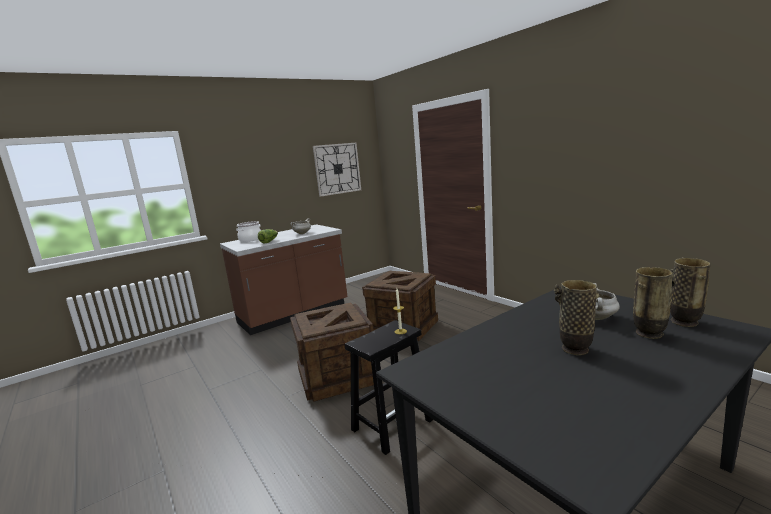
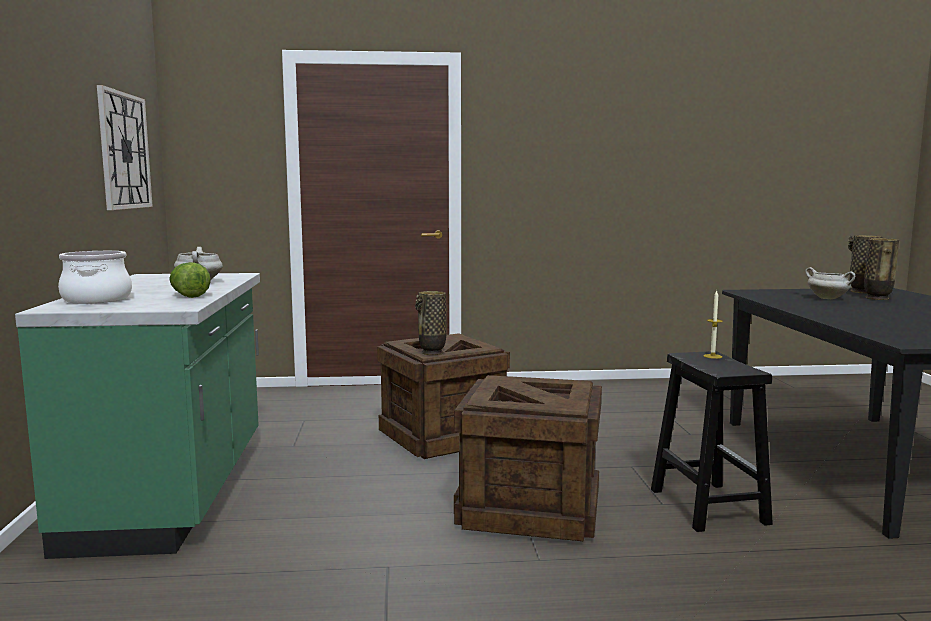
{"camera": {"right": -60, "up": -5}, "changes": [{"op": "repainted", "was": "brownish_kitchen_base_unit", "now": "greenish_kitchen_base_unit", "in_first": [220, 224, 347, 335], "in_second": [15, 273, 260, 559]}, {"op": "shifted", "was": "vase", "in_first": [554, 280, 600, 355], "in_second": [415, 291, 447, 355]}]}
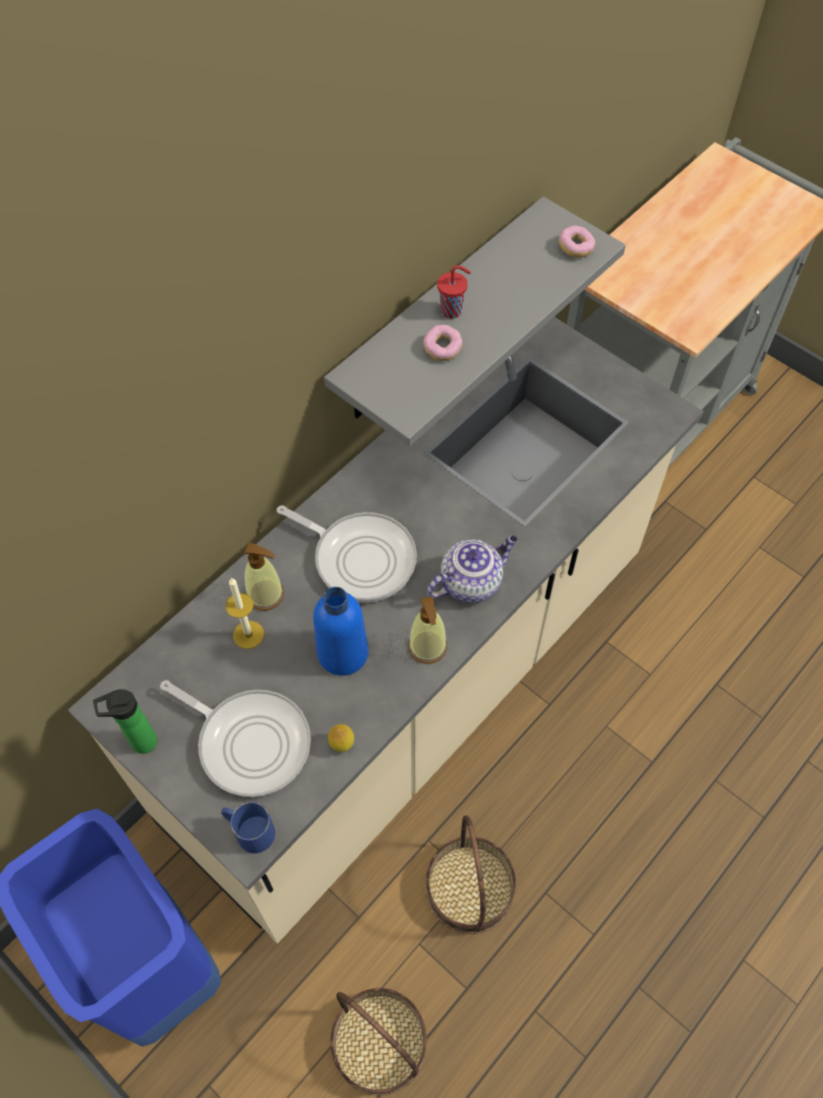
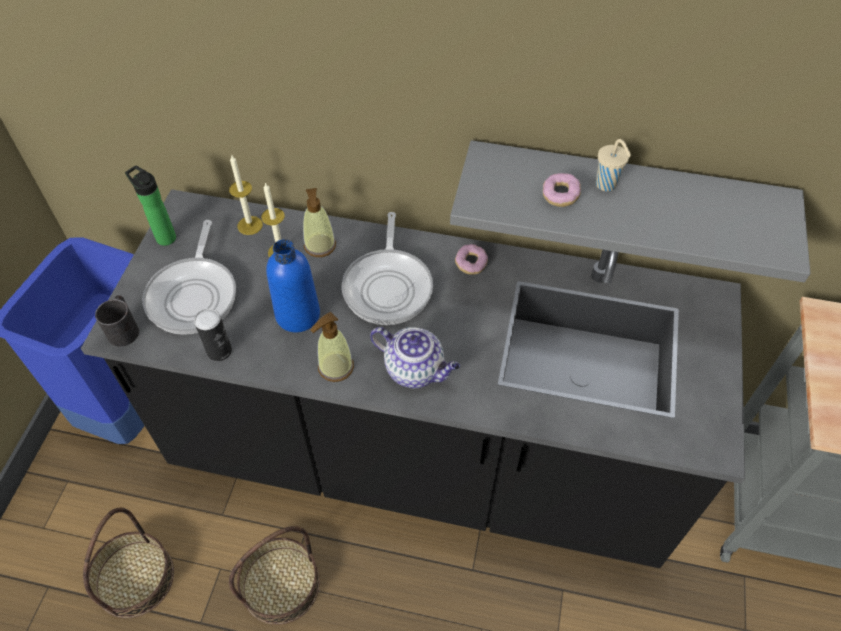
{"camera": {"right": 60, "up": -5}, "changes": [{"op": "repainted", "was": "sand-coloured_kitchen_base_unit", "now": "black_kitchen_base_unit", "in_first": [68, 317, 704, 944], "in_second": [81, 189, 745, 568]}, {"op": "repainted", "was": "blue_mug", "now": "black_mug", "in_first": [221, 802, 275, 853], "in_second": [95, 295, 139, 347]}, {"op": "swapped", "was": "citrus_fruit", "now": "can", "in_first": [328, 724, 354, 752], "in_second": [194, 309, 232, 361]}, {"op": "new", "now": "candle", "in_second": [229, 154, 263, 235]}, {"op": "shifted", "was": "ring_doughnut", "in_first": [559, 225, 595, 258], "in_second": [455, 244, 488, 275]}, {"op": "repainted", "was": "red_small_cup", "now": "sand-coloured_small_cup", "in_first": [437, 265, 471, 319], "in_second": [596, 139, 631, 191]}]}
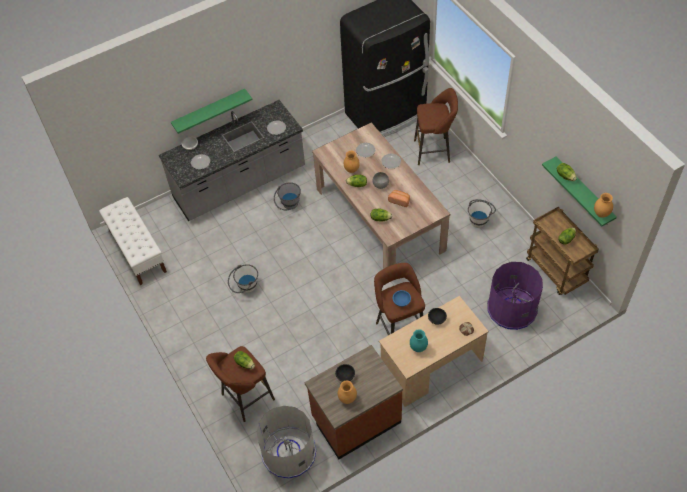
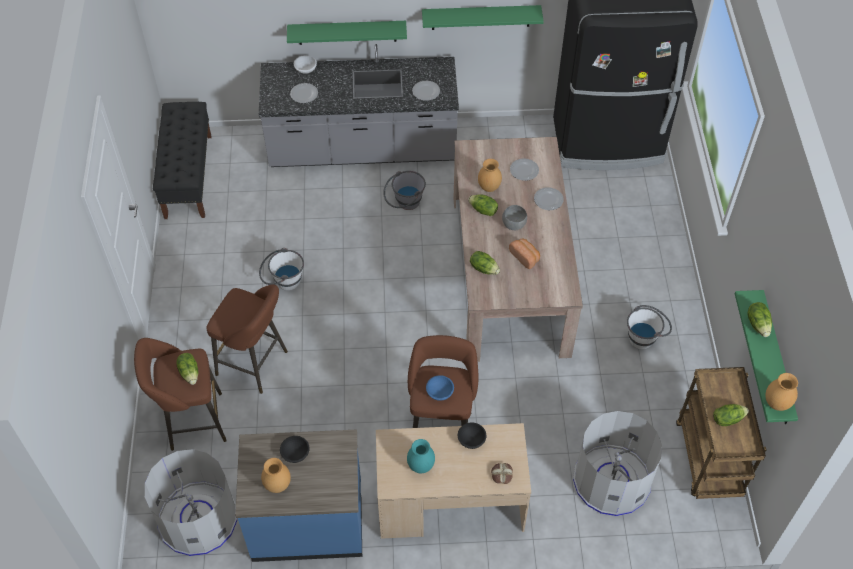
{"camera": {"right": 25, "up": 0}, "changes": [{"op": "repainted", "was": "white-coloured_indoor_bench", "now": "black_indoor_bench", "in_first": [99, 197, 167, 285], "in_second": [153, 102, 212, 219]}, {"op": "shifted", "was": "brownish_sitting_stool", "in_first": [414, 88, 458, 165], "in_second": [207, 285, 288, 394]}, {"op": "repainted", "was": "brownish_kitchen_base_unit", "now": "blue_kitchen_base_unit", "in_first": [304, 345, 403, 459], "in_second": [235, 430, 362, 562]}, {"op": "new", "now": "greenish_wall_shelf", "in_second": [422, 5, 544, 30]}, {"op": "repainted", "was": "purple_waste_bin", "now": "grey_waste_bin", "in_first": [487, 262, 543, 330], "in_second": [573, 411, 662, 516]}]}
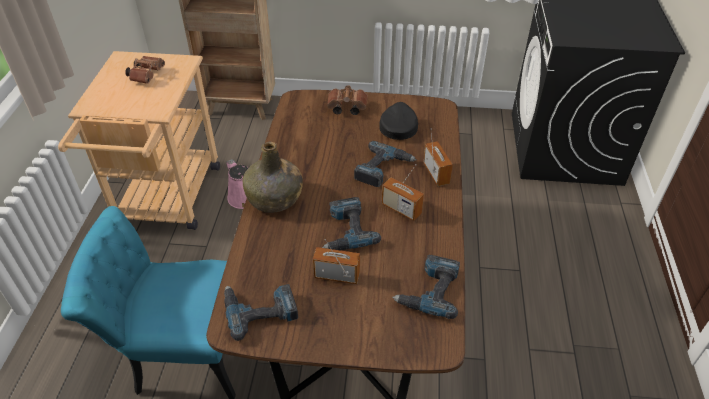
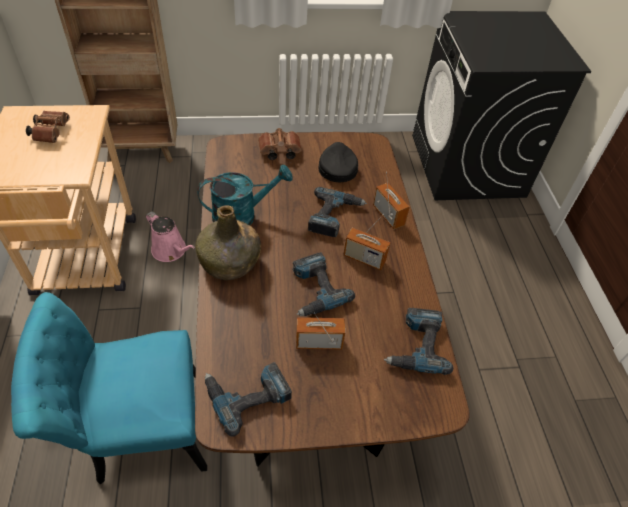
{"camera": {"right": -15, "up": 5}, "changes": [{"op": "new", "now": "turquoise-coloured_sprinkling_can", "in_second": [197, 164, 293, 225]}]}
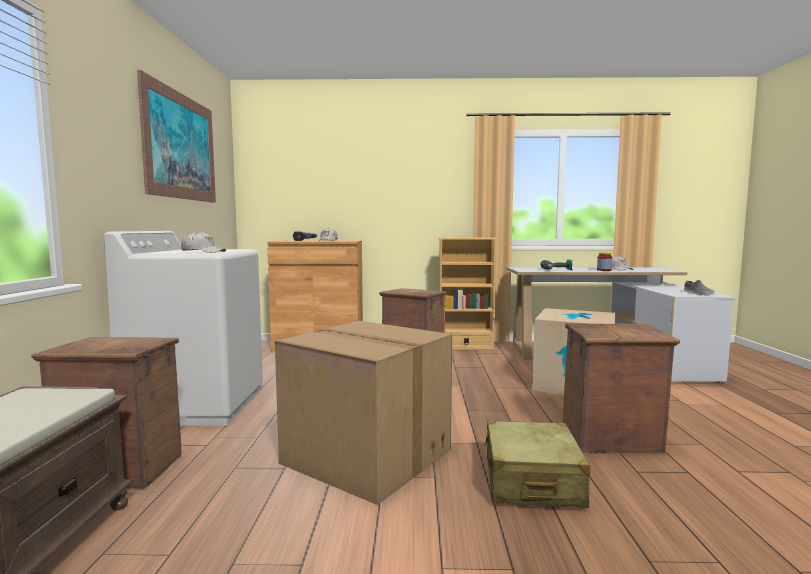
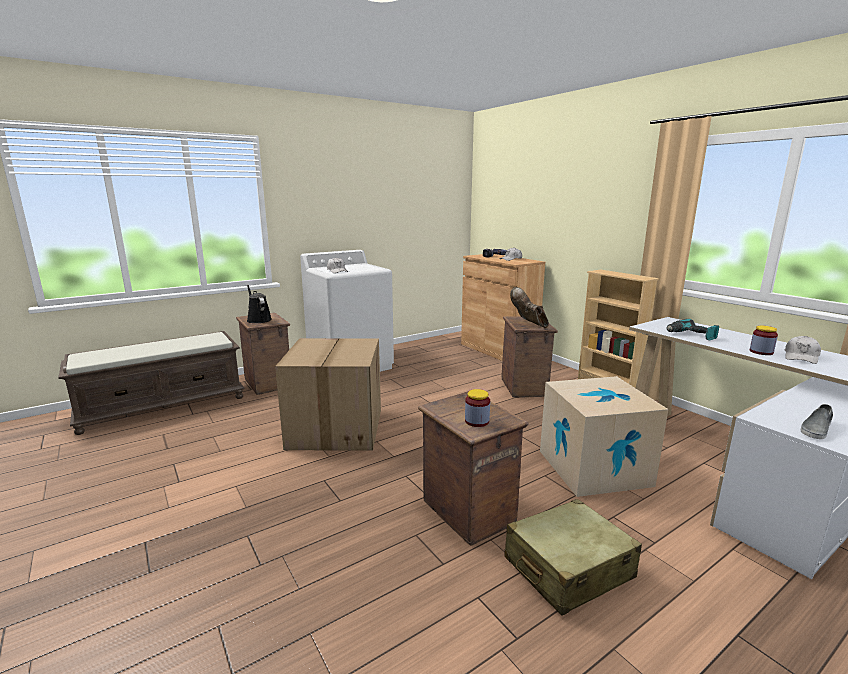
{"camera": {"right": 55, "up": 10}, "changes": [{"op": "new", "now": "black_sprinkling_can", "in_second": [247, 285, 272, 323]}, {"op": "new", "now": "preserve_jar", "in_second": [465, 389, 490, 427]}, {"op": "shifted", "was": "sand-coloured_suitcase", "in_first": [484, 421, 590, 508], "in_second": [504, 499, 642, 616]}, {"op": "new", "now": "brownish_boot", "in_second": [510, 287, 549, 328]}, {"op": "gone", "was": "picture", "in_first": [137, 70, 216, 203]}]}
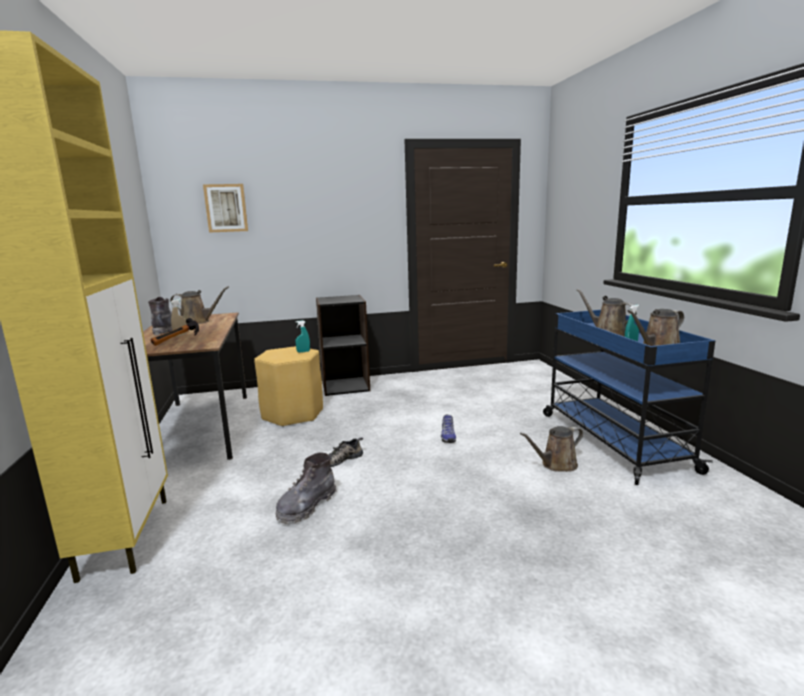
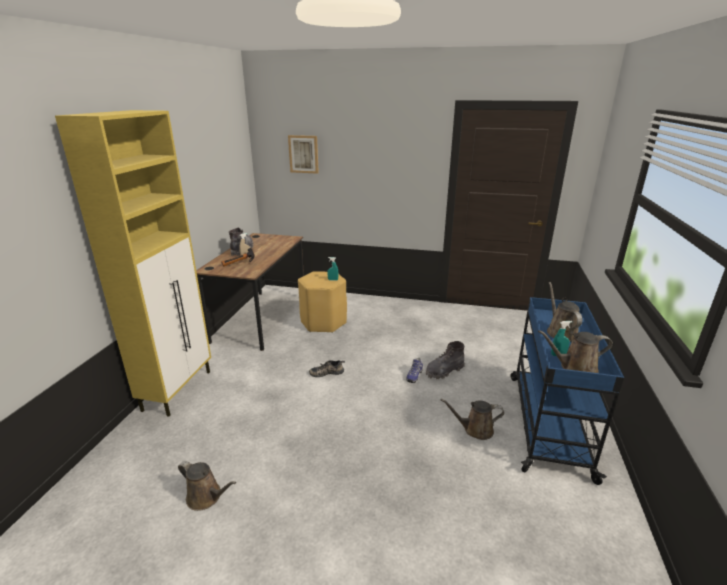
{"camera": {"right": 25, "up": 10}, "changes": [{"op": "shifted", "was": "brownish_sprinkling_can", "in_first": [170, 286, 229, 325], "in_second": [178, 461, 236, 511]}, {"op": "shifted", "was": "grey_boot", "in_first": [275, 452, 337, 524], "in_second": [426, 341, 465, 379]}, {"op": "gone", "was": "black_bookshelf", "in_first": [316, 295, 370, 396]}]}
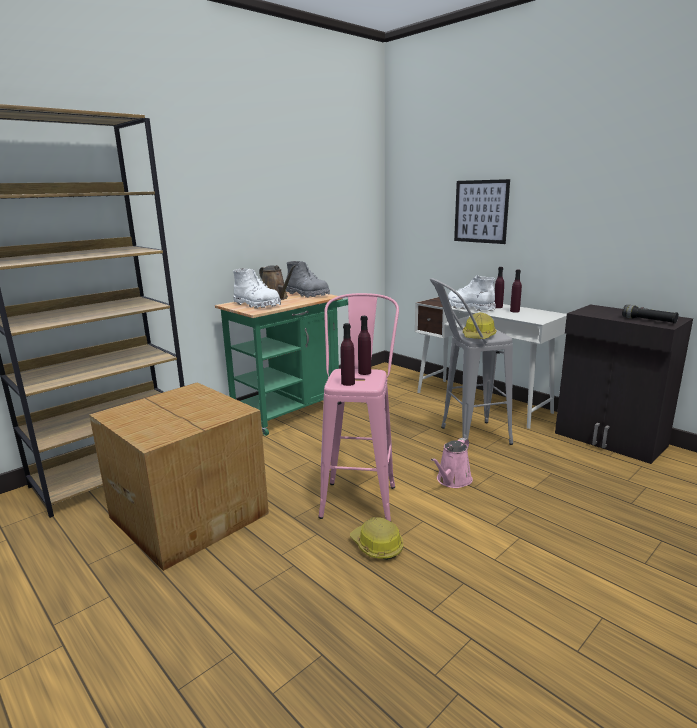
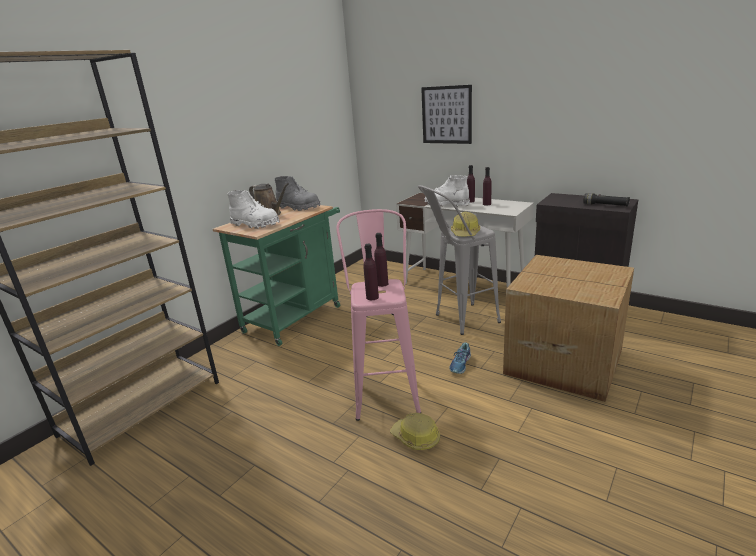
{"camera": {"right": -10, "up": 5}, "changes": [{"op": "swapped", "was": "pink-coloured_sprinkling_can", "now": "item_of_footwear", "in_first": [431, 438, 473, 488], "in_second": [449, 343, 471, 374]}, {"op": "shifted", "was": "packing_box", "in_first": [89, 382, 269, 571], "in_second": [503, 255, 634, 402]}]}
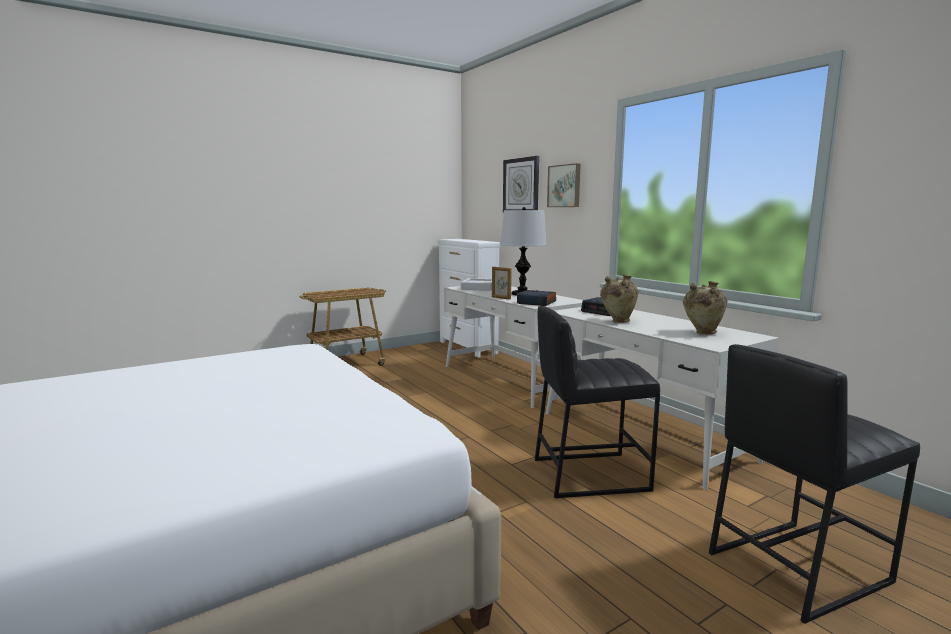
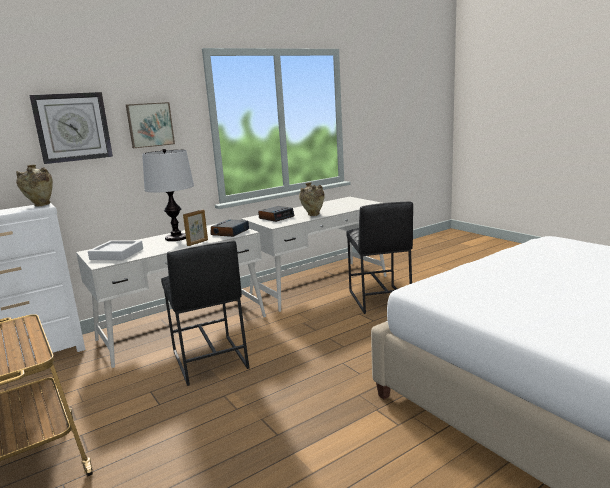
{"camera": {"right": -90, "up": 5}, "changes": [{"op": "shifted", "was": "sand-coloured_vase", "in_first": [683, 281, 727, 335], "in_second": [16, 164, 53, 207]}, {"op": "shifted", "was": "black_sitting_stool", "in_first": [709, 344, 920, 624], "in_second": [161, 240, 249, 386]}]}
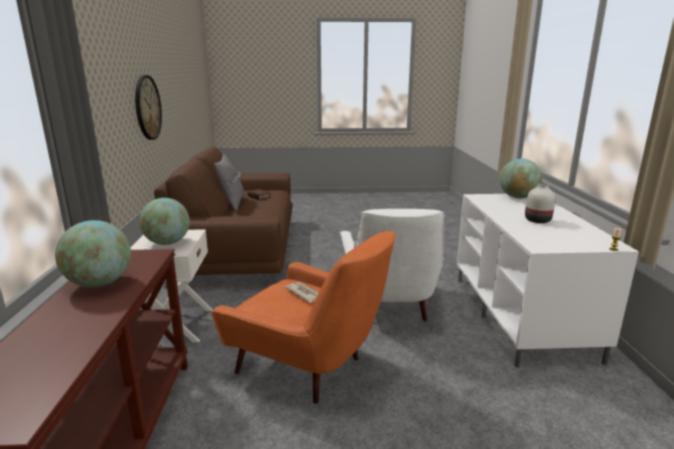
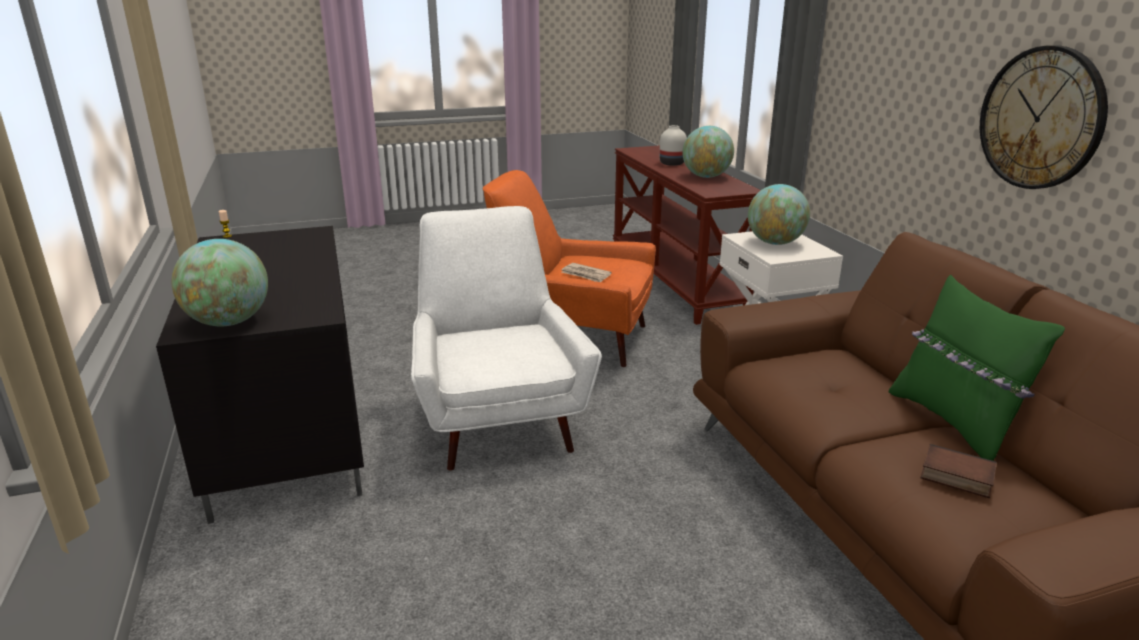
{"camera": {"right": 165, "up": 5}, "changes": [{"op": "repainted", "was": "white-coloured_tv_unit", "now": "black_tv_unit", "in_first": [457, 194, 639, 368], "in_second": [156, 226, 364, 524]}, {"op": "shifted", "was": "white-coloured_vase", "in_first": [525, 184, 556, 223], "in_second": [659, 125, 687, 166]}, {"op": "repainted", "was": "grey_throw_pillow", "now": "greenish_throw_pillow", "in_first": [214, 154, 245, 211], "in_second": [889, 275, 1065, 461]}]}
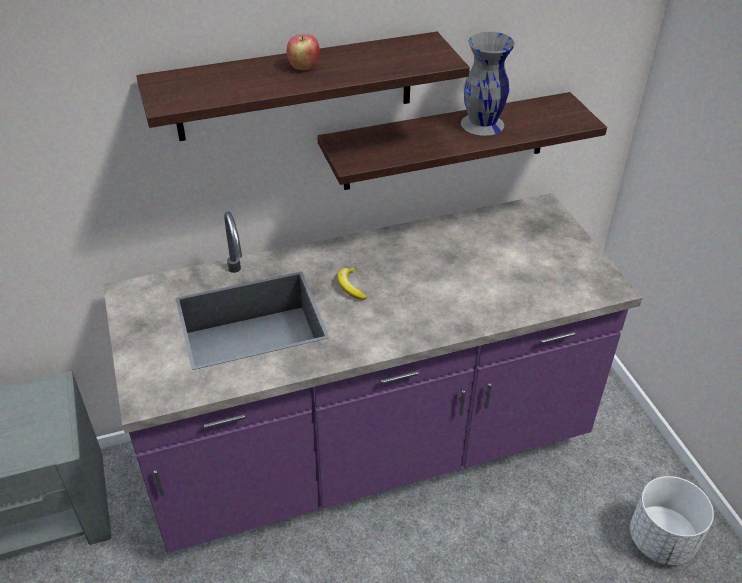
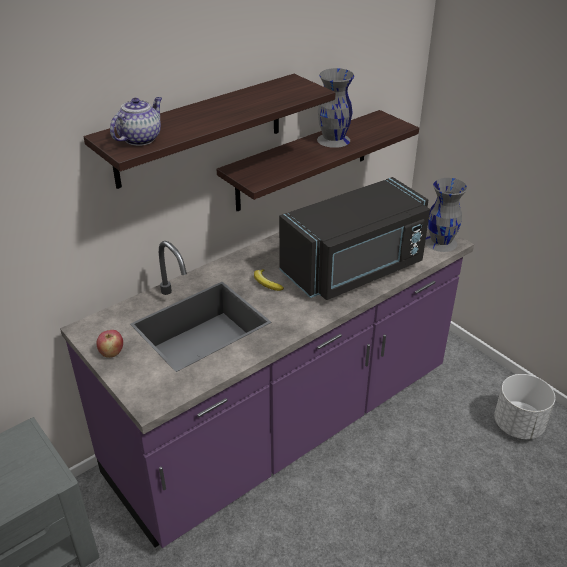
{"camera": {"right": -20, "up": -5}, "changes": [{"op": "shifted", "was": "whole_apple", "in_first": [287, 34, 320, 70], "in_second": [97, 330, 123, 358]}, {"op": "new", "now": "tea_pot", "in_second": [110, 97, 162, 146]}, {"op": "new", "now": "black_microwave", "in_second": [279, 177, 430, 300]}, {"op": "new", "now": "grey_vase", "in_second": [425, 178, 467, 252]}]}
